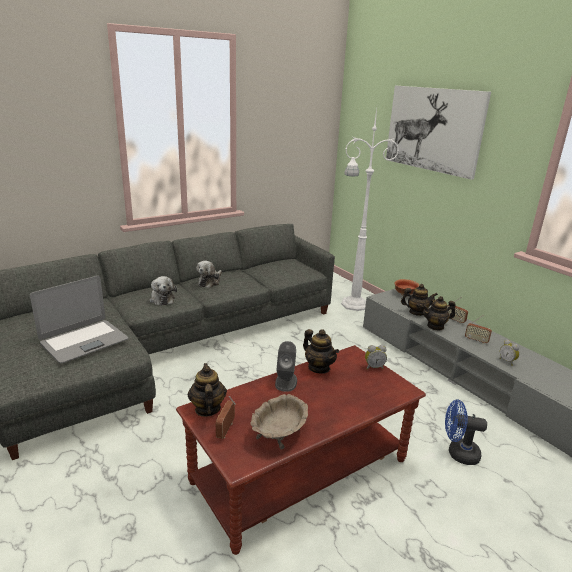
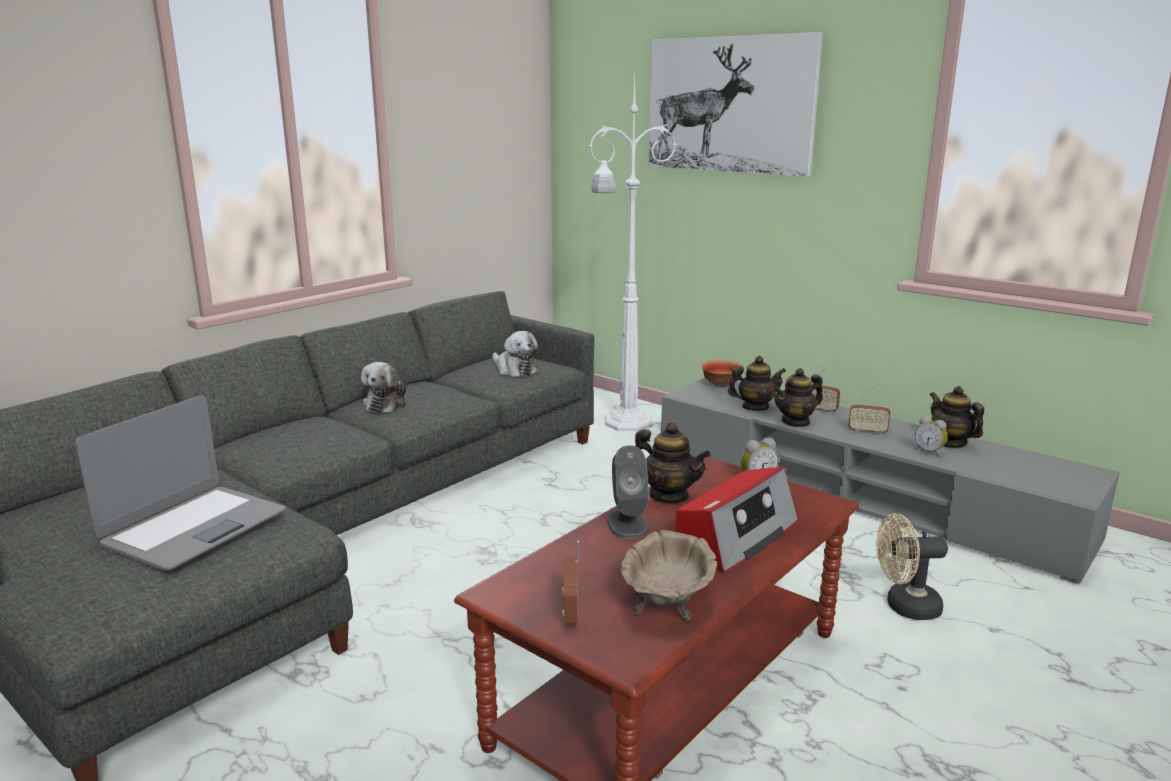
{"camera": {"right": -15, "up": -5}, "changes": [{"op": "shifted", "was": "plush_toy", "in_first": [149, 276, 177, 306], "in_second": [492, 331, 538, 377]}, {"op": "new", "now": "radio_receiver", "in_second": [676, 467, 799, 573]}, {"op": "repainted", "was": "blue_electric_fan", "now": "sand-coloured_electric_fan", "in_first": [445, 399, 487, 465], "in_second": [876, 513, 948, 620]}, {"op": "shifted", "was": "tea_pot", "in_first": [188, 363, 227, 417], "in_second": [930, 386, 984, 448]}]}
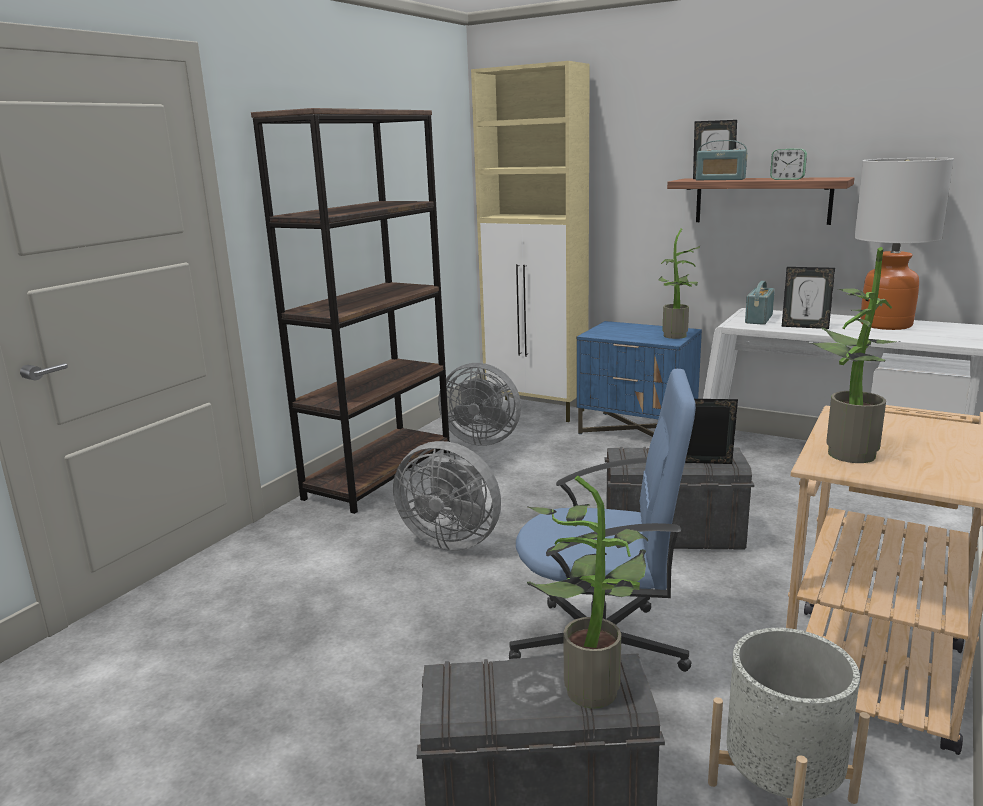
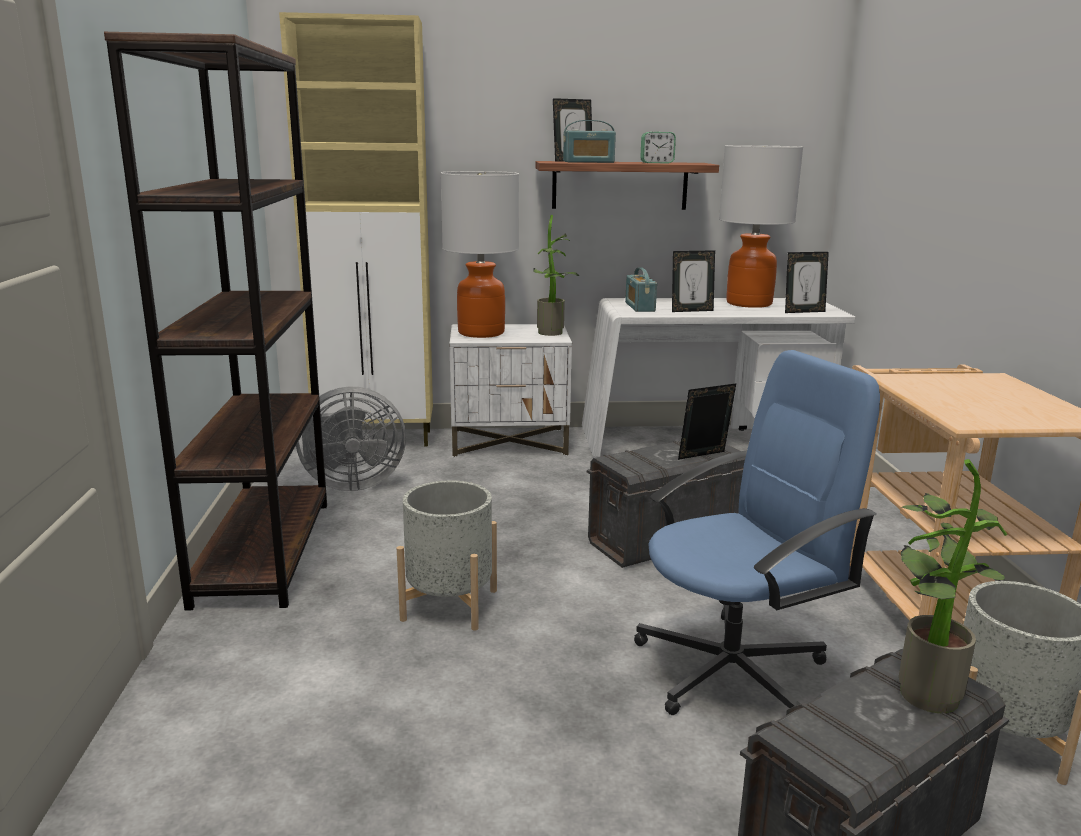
{"camera": {"right": -35, "up": 0}, "changes": [{"op": "swapped", "was": "grey_electric_fan", "now": "grey_planter", "in_first": [393, 441, 501, 551], "in_second": [397, 480, 497, 631]}, {"op": "new", "now": "lamp_for_a_table", "in_second": [441, 171, 519, 338]}, {"op": "repainted", "was": "blue_bedside_table", "now": "white-coloured_bedside_table", "in_first": [577, 321, 702, 437], "in_second": [450, 324, 572, 457]}, {"op": "new", "now": "standing_frame", "in_second": [785, 252, 829, 313]}, {"op": "gone", "was": "houseplant", "in_first": [811, 247, 901, 463]}]}
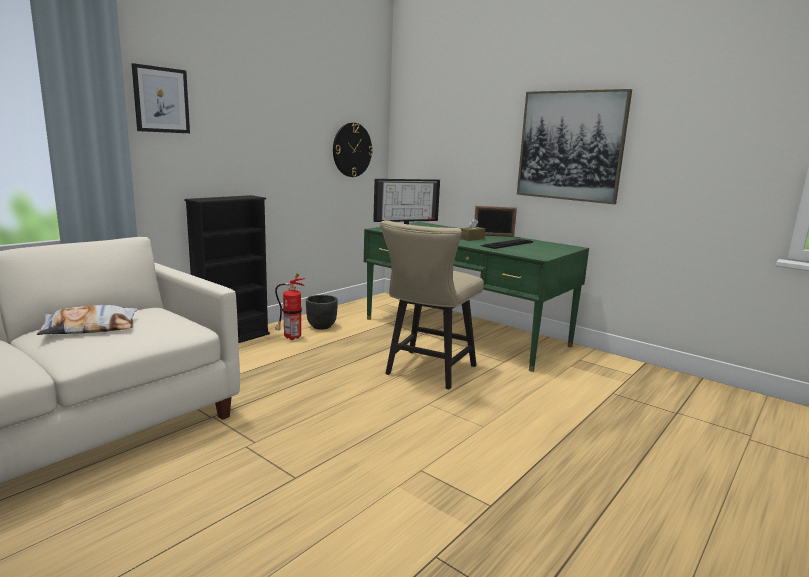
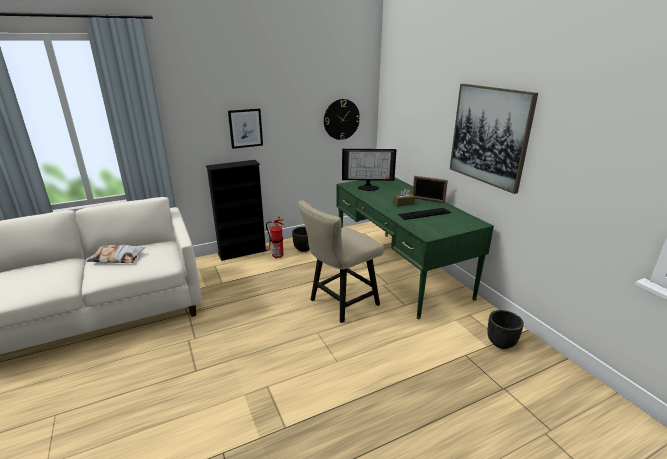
{"camera": {"right": 25, "up": 10}, "changes": [{"op": "shifted", "was": "picture", "in_first": [132, 63, 190, 133], "in_second": [228, 108, 263, 149]}, {"op": "new", "now": "black_planter", "in_second": [487, 310, 524, 349]}]}
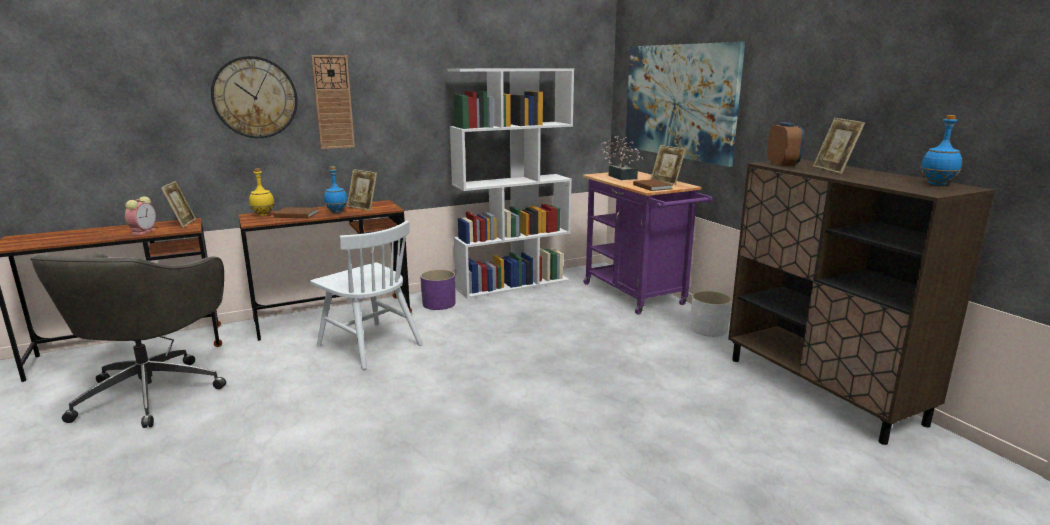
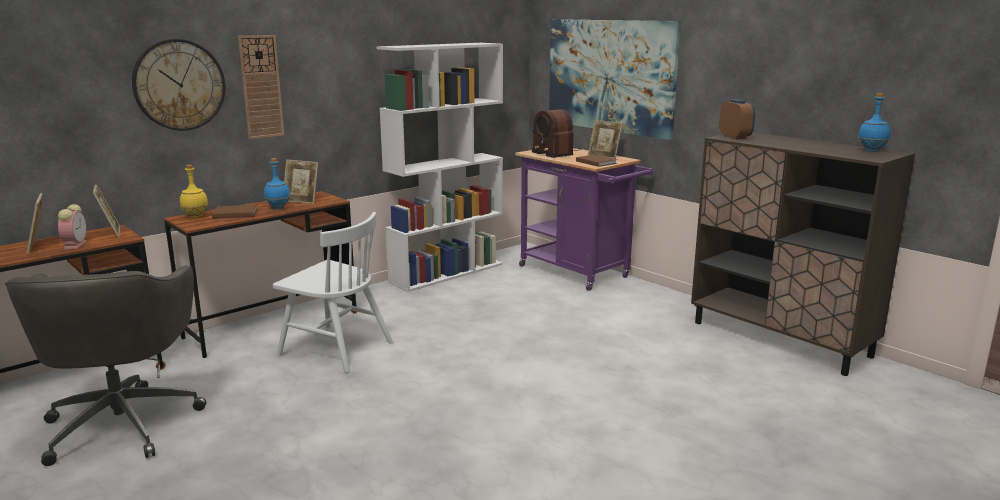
{"camera": {"right": -15, "up": 0}, "changes": [{"op": "shifted", "was": "standing_frame", "in_first": [813, 118, 865, 174], "in_second": [26, 193, 43, 254]}, {"op": "swapped", "was": "houseplant", "now": "radio_receiver", "in_first": [602, 136, 644, 180], "in_second": [531, 109, 582, 158]}, {"op": "gone", "was": "purple_planter", "in_first": [420, 269, 456, 310]}, {"op": "gone", "was": "white-coloured_planter", "in_first": [690, 291, 732, 337]}]}
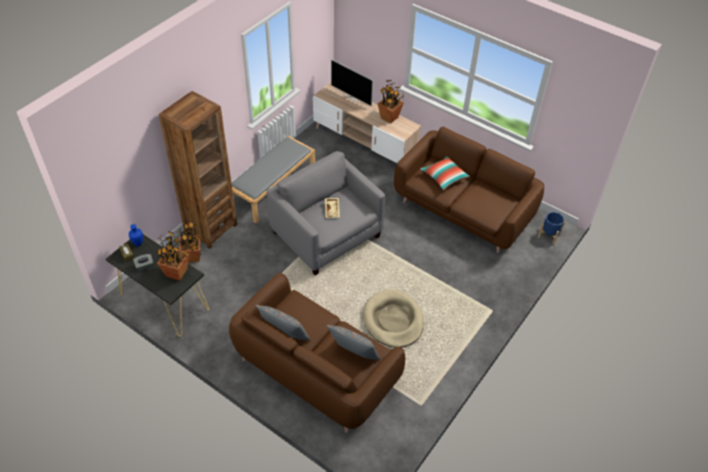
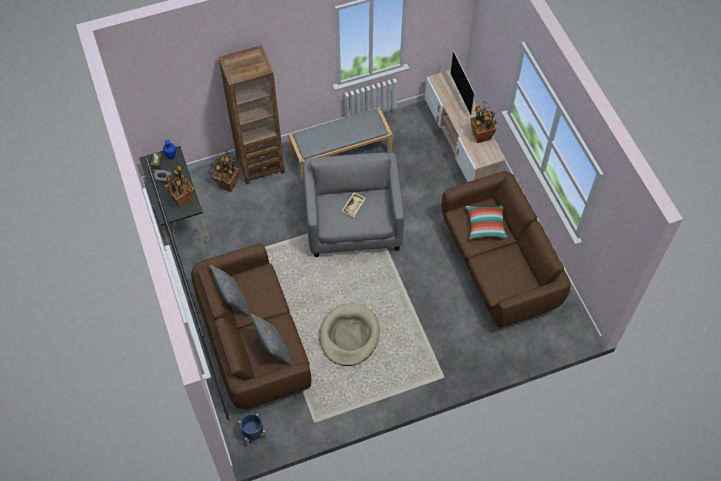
{"camera": {"right": 35, "up": 10}, "changes": [{"op": "shifted", "was": "blue_planter", "in_first": [538, 212, 565, 245], "in_second": [238, 414, 267, 447]}]}
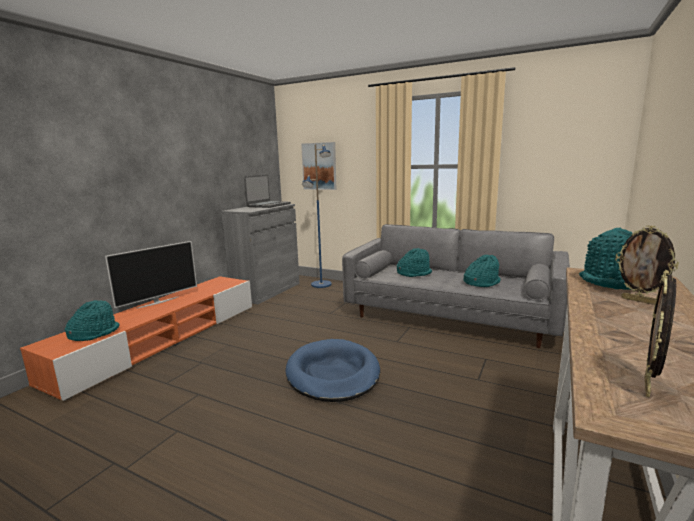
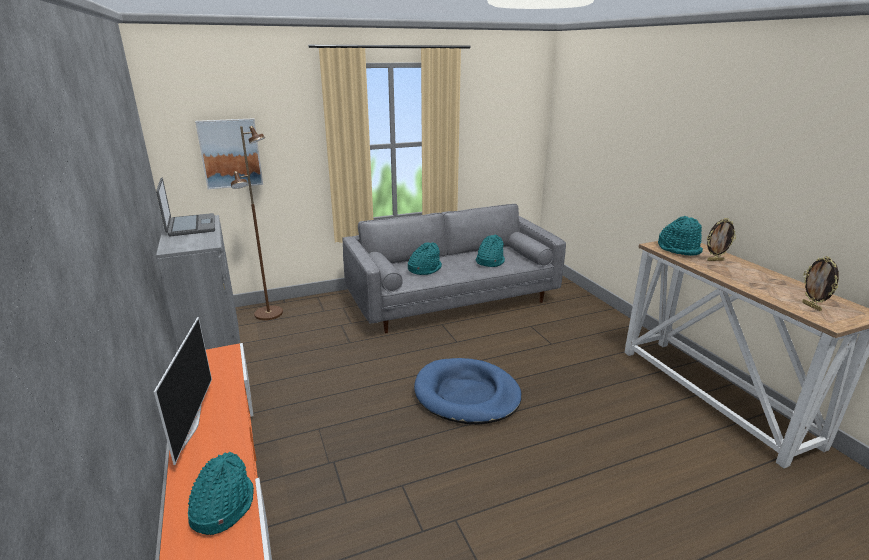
{"camera": {"right": -50, "up": 10}, "changes": [{"op": "repainted", "was": "blue_standard_lamp", "now": "brownish_standard_lamp", "in_first": [302, 144, 332, 288], "in_second": [231, 126, 283, 320]}]}
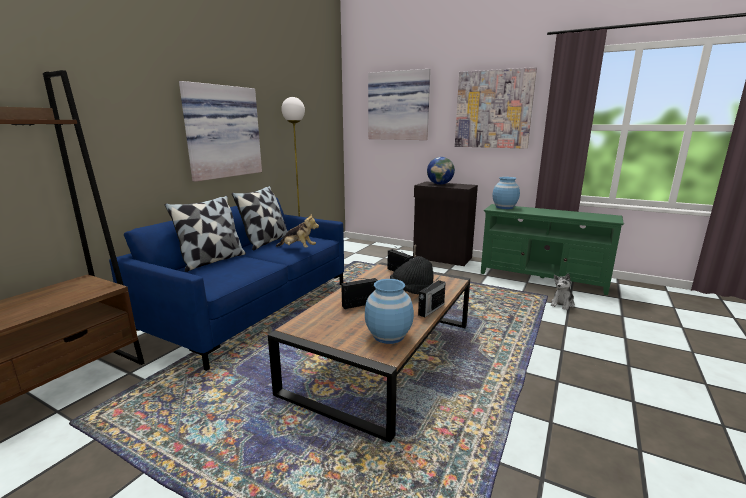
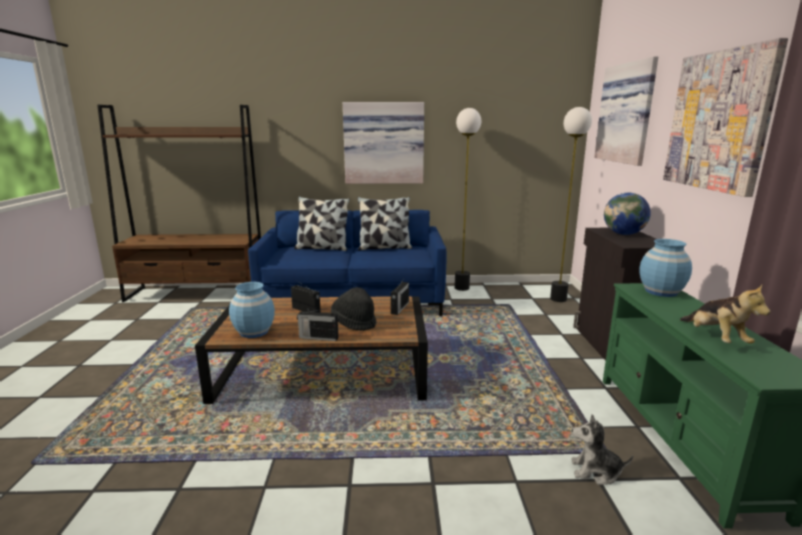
{"camera": {"right": 60, "up": 0}, "changes": [{"op": "new", "now": "standard_lamp", "in_second": [550, 107, 592, 302]}, {"op": "shifted", "was": "plush_toy", "in_first": [276, 214, 319, 248], "in_second": [680, 285, 771, 344]}]}
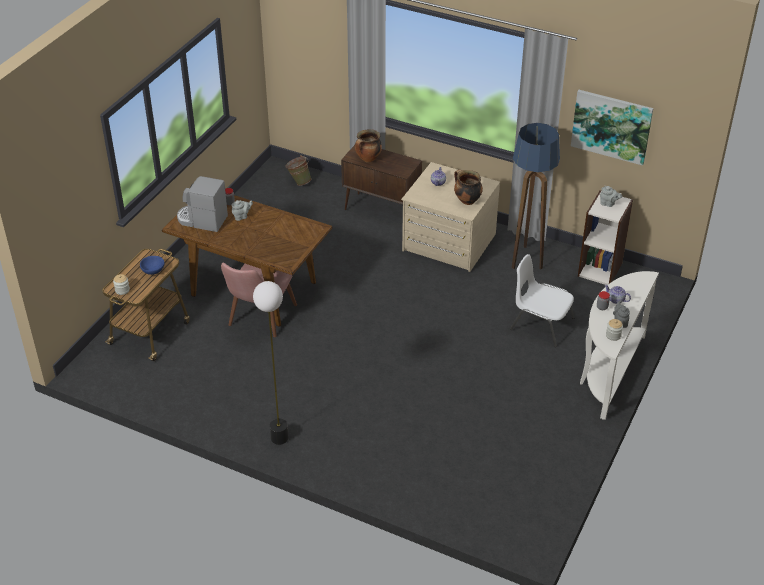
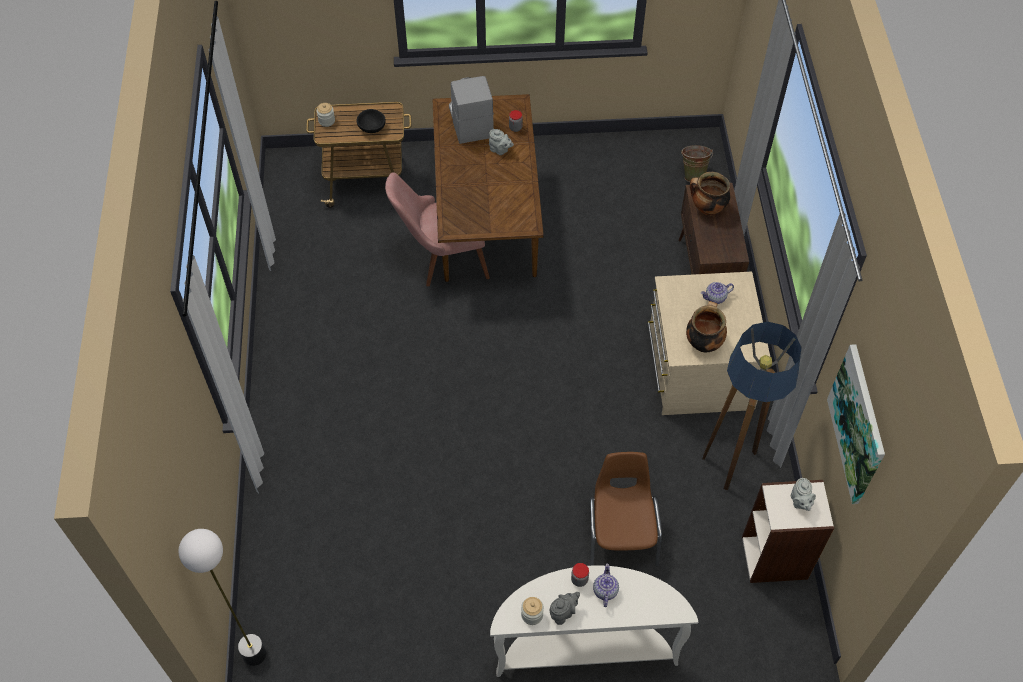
{"camera": {"right": 60, "up": 15}, "changes": [{"op": "shifted", "was": "standard_lamp", "in_first": [253, 281, 289, 445], "in_second": [178, 529, 266, 666]}, {"op": "repainted", "was": "blue_serving_bowl", "now": "black_serving_bowl", "in_first": [140, 256, 165, 275], "in_second": [357, 109, 386, 133]}, {"op": "repainted", "was": "white-coloured_plain_chair", "now": "brownish_plain_chair", "in_first": [510, 254, 574, 347], "in_second": [588, 452, 662, 566]}]}
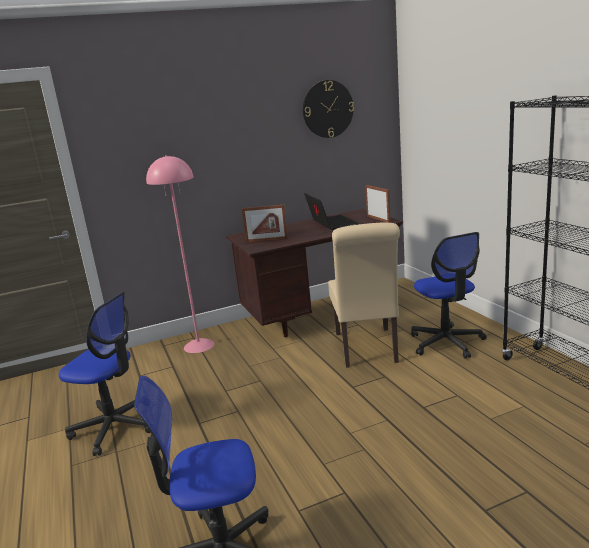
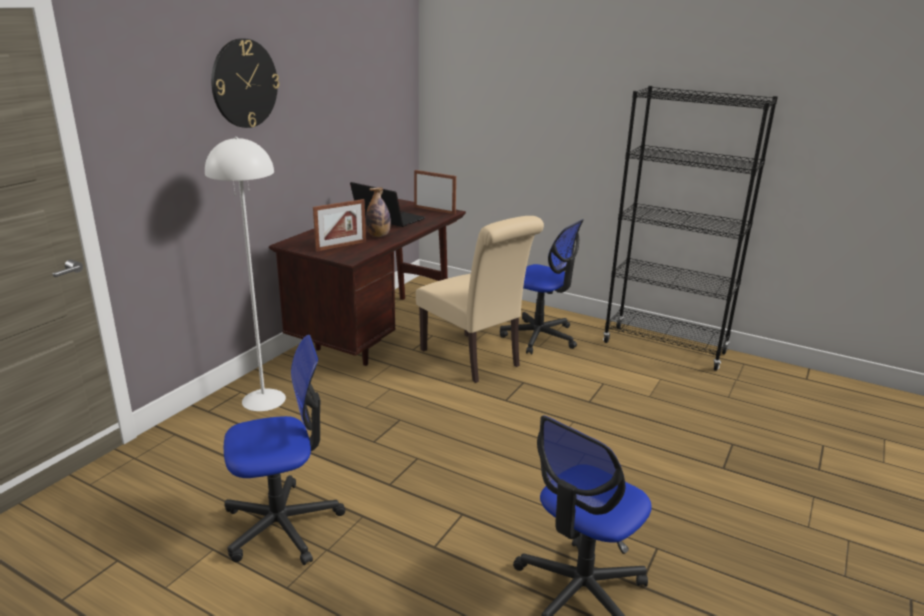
{"camera": {"right": -40, "up": 5}, "changes": [{"op": "repainted", "was": "pink-coloured_standard_lamp", "now": "white-coloured_standard_lamp", "in_first": [146, 155, 215, 353], "in_second": [205, 137, 286, 411]}, {"op": "shifted", "was": "wall_clock", "in_first": [303, 80, 354, 138], "in_second": [211, 38, 279, 128]}, {"op": "new", "now": "bottle", "in_second": [366, 187, 391, 237]}]}
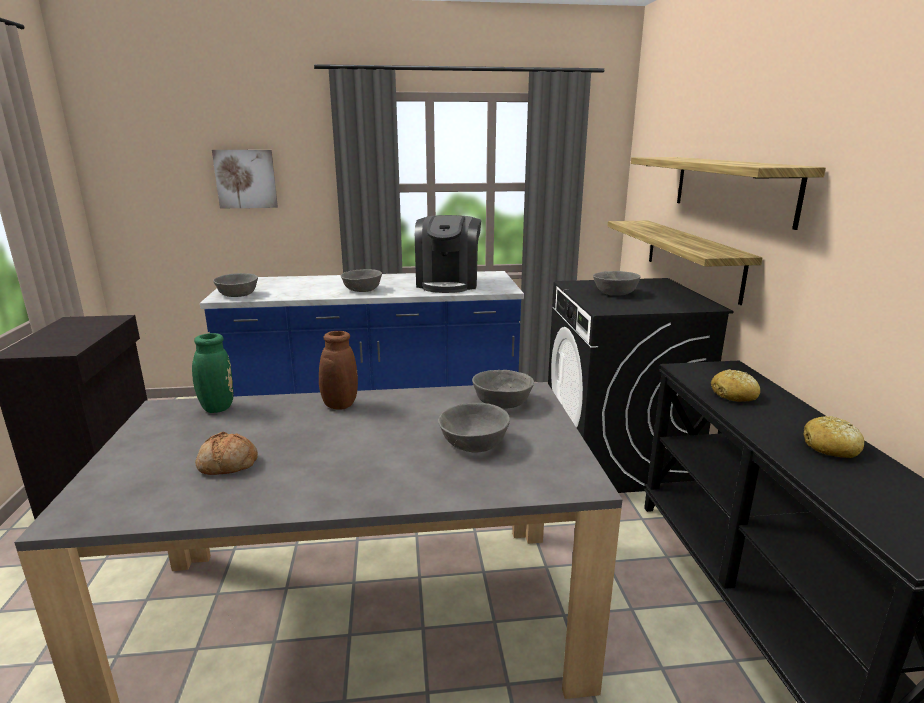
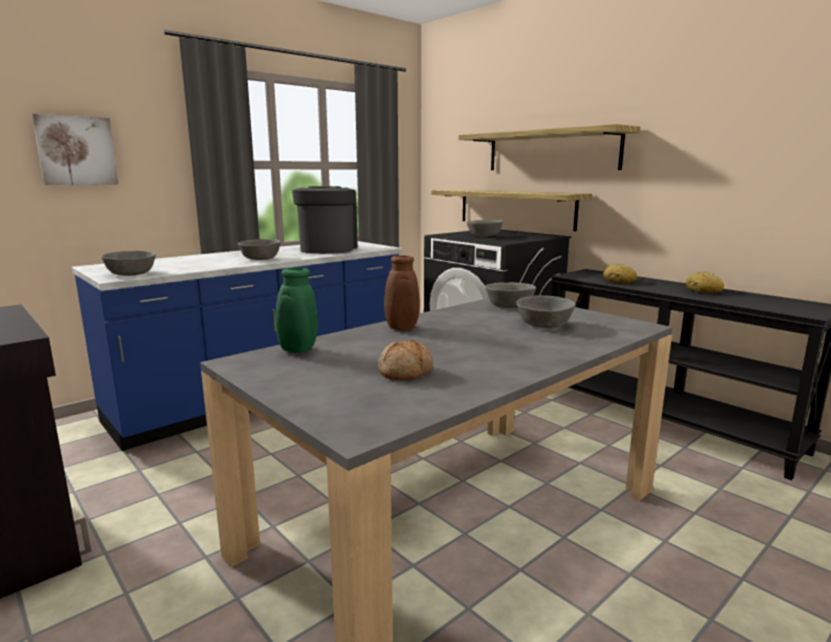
{"camera": {"right": -35, "up": -5}, "changes": [{"op": "rotated", "was": "coffee_machine", "in_first": [415, 215, 481, 293], "in_second": [292, 186, 358, 254], "clockwise": -150}]}
